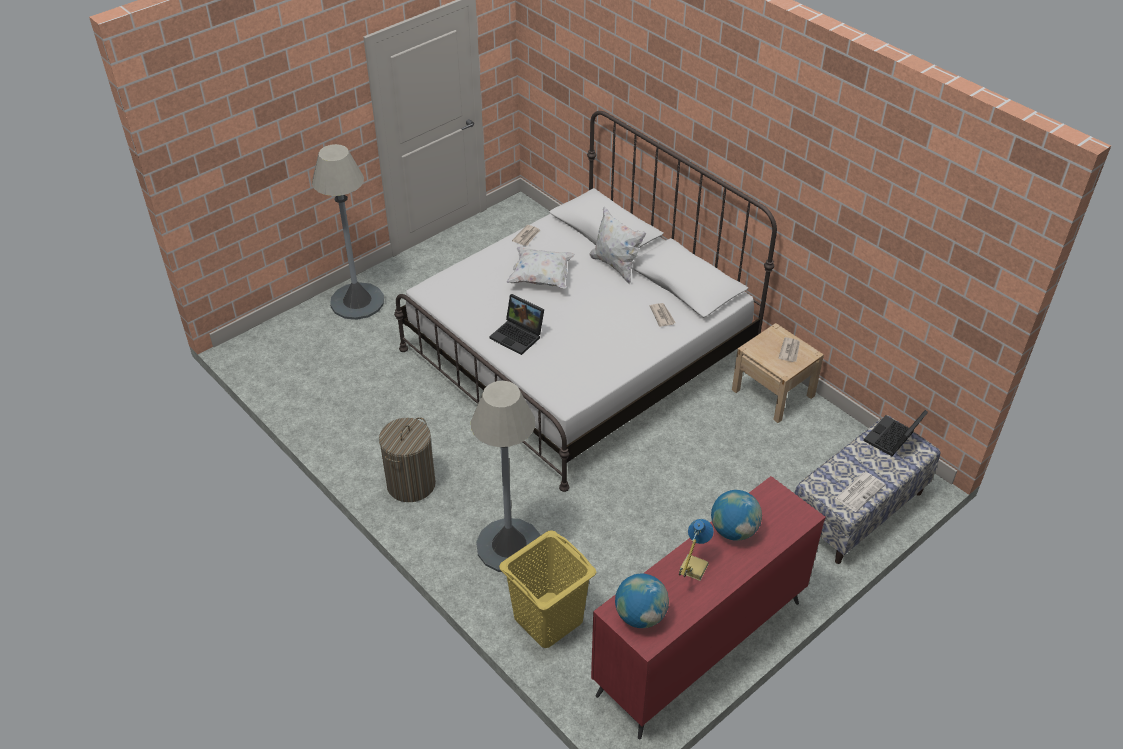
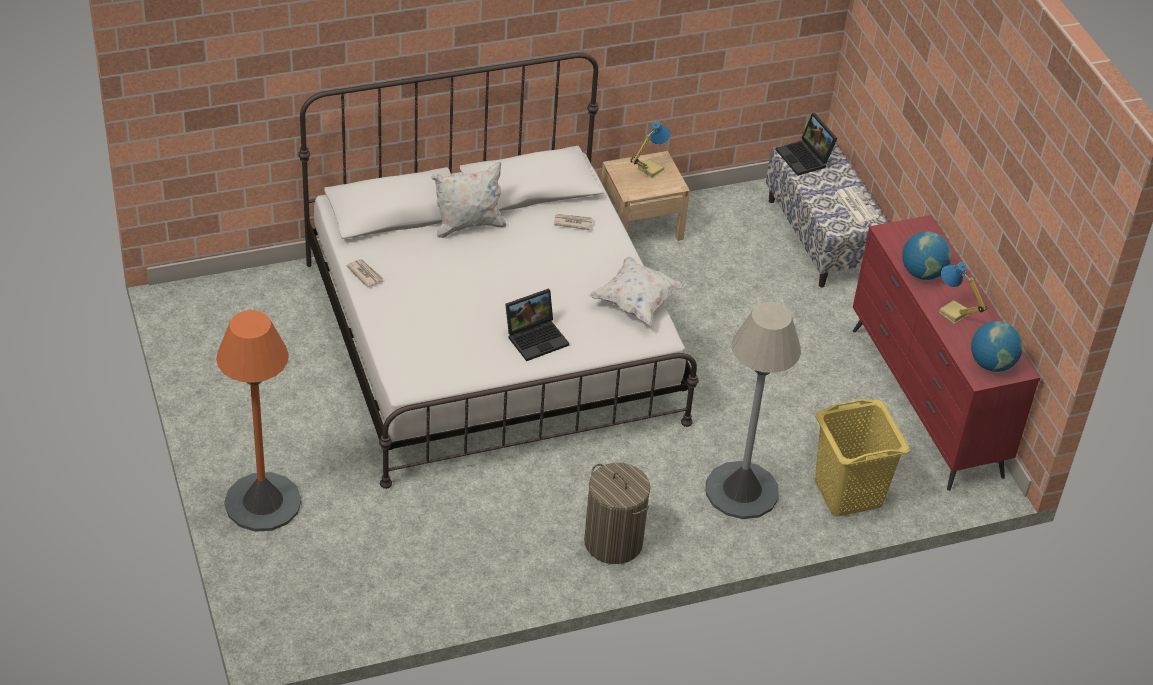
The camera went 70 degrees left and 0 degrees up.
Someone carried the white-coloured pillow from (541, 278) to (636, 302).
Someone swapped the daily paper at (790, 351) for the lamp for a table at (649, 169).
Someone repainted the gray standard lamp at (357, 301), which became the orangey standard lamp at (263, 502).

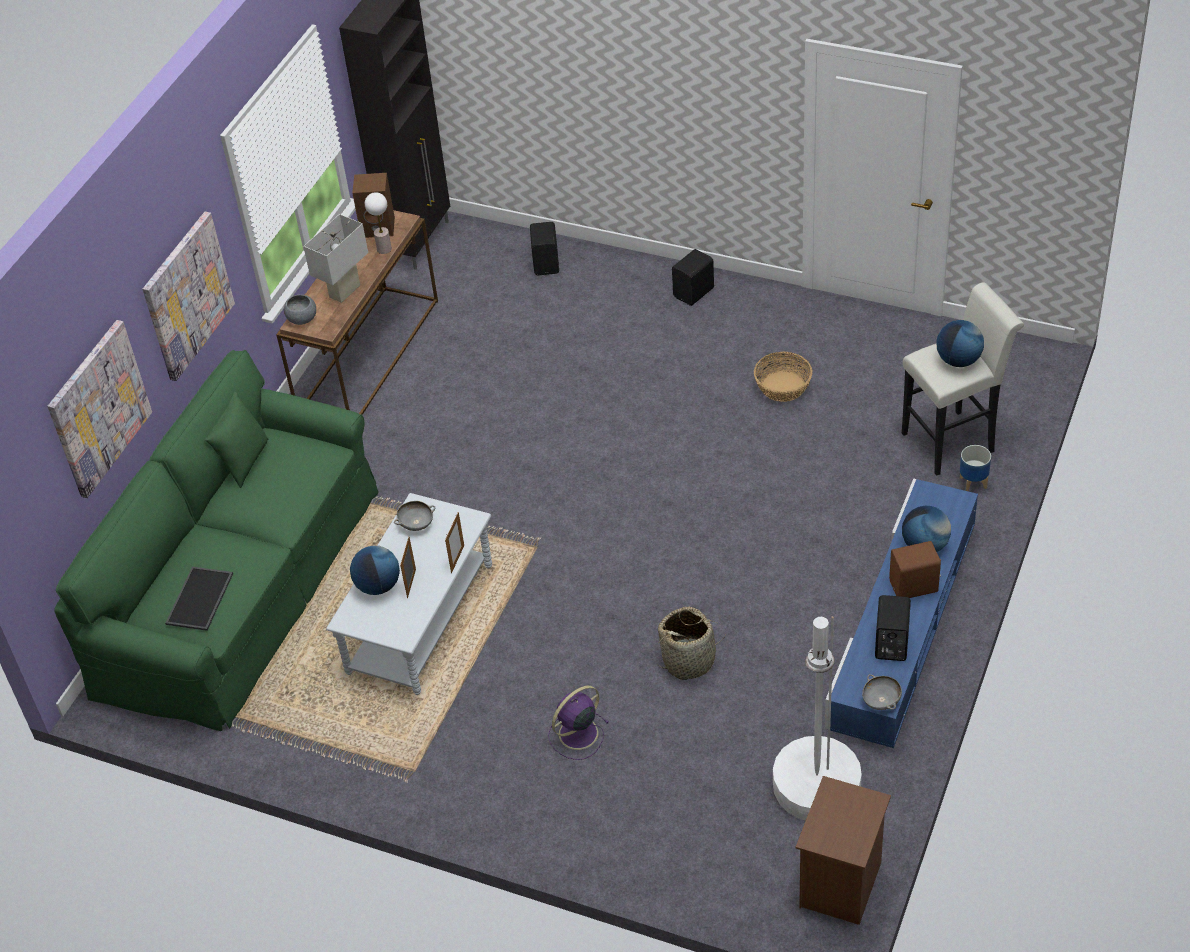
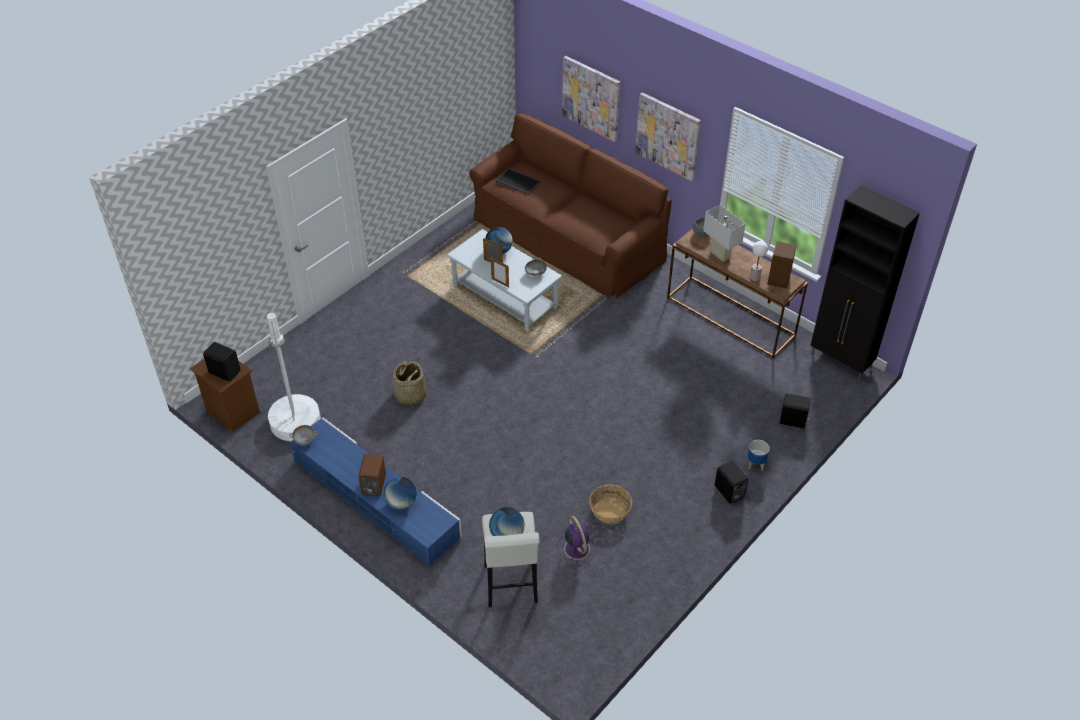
The camera went 105 degrees right and 0 degrees up.
Someone took away the greenish pillow at (244, 462).
Someone carried the purple fan from (577, 734) to (576, 548).
Someone carried the blackish speaker from (890, 644) to (225, 371).
Someone carried the plant pot from (973, 483) to (755, 464).
Someone repainted the greenish couch at (241, 587), which became the brownish couch at (566, 237).

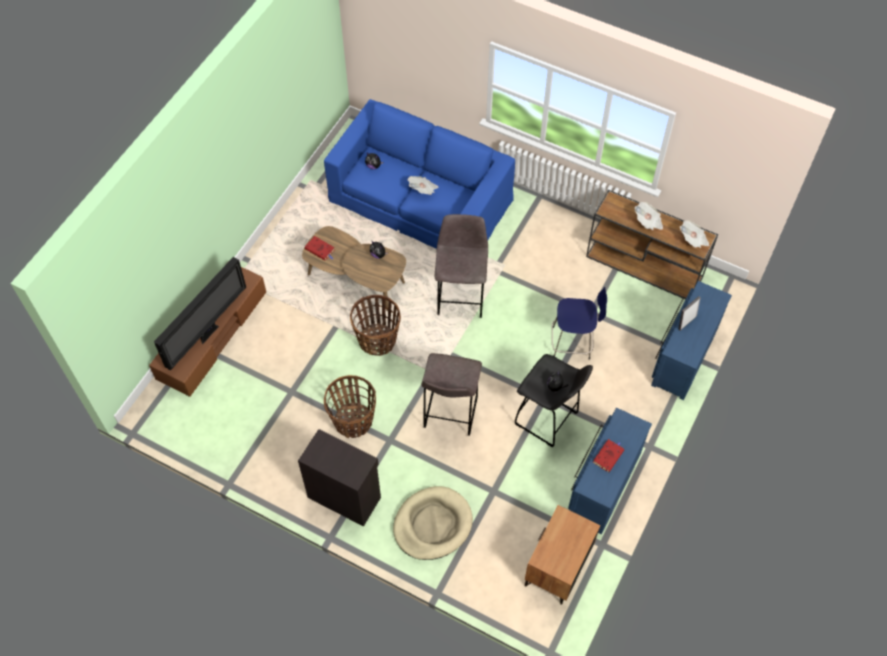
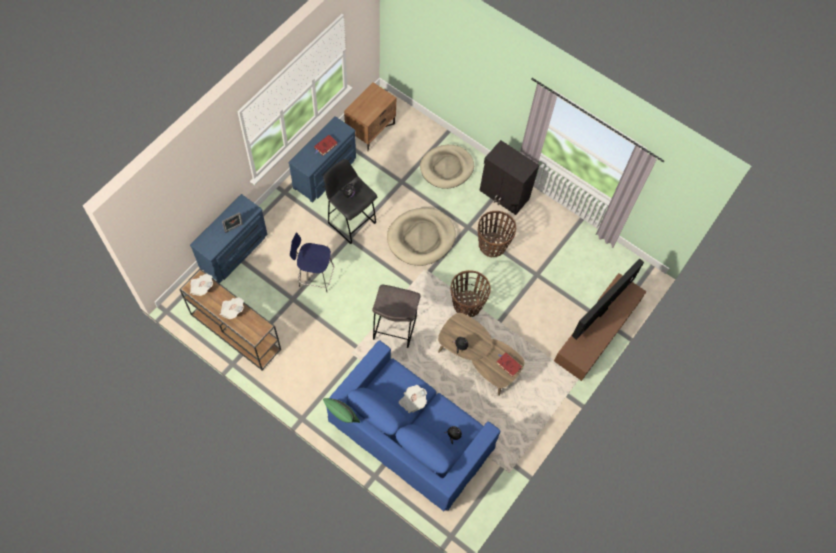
The camera went 175 degrees left and 5 degrees up.
Someone put down the greenish pillow at (342, 416).
Someone swapped the gray sitting stool at (450, 414) for the beige dog bed at (421, 238).

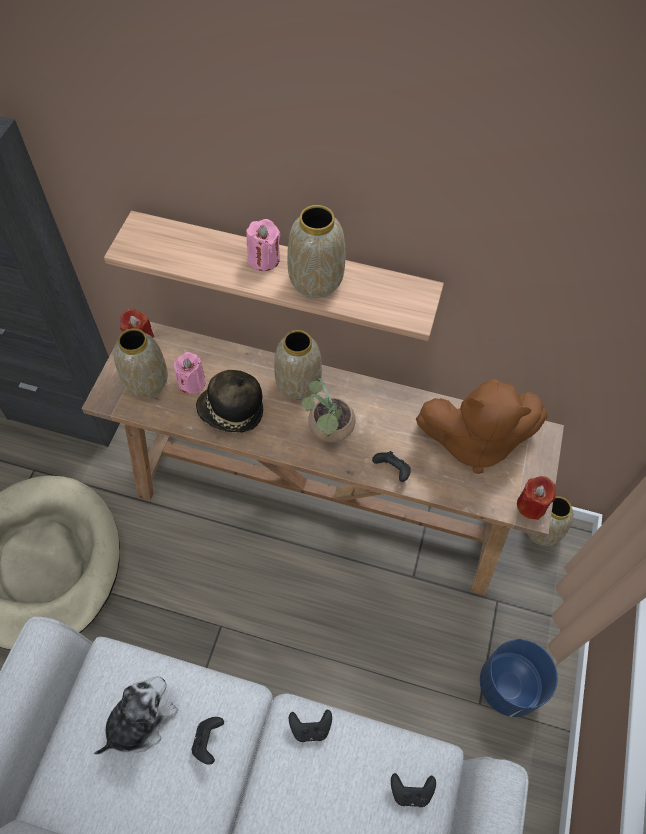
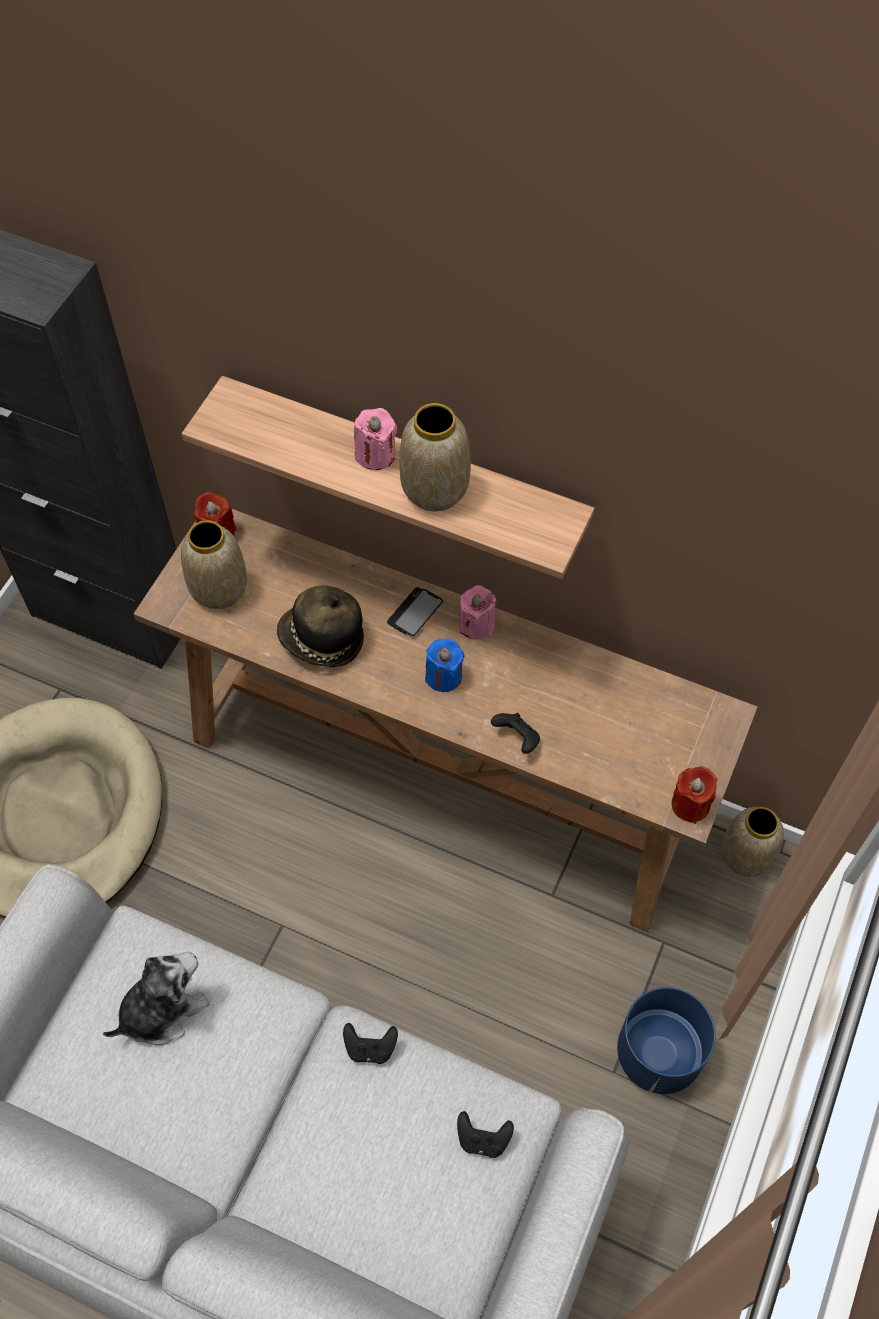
The camera went 10 degrees right and 0 degrees up.
Someone took away the blackish gamepad at (208, 741).
Someone took away the brownish cuddly toy at (473, 441).
Someone carried the pink wax light from (192, 382) to (476, 625).
Someone swapped the decorative vase at (299, 384) for the handset at (415, 612).
Someone swapped the plant in a pot at (328, 429) for the blue-coloured wax light at (443, 676).

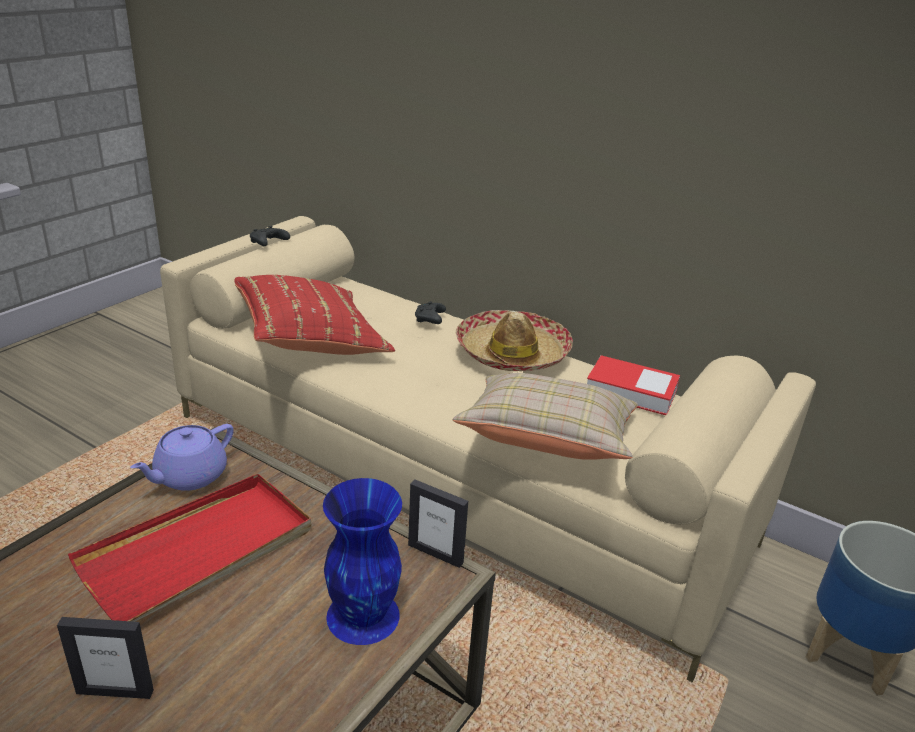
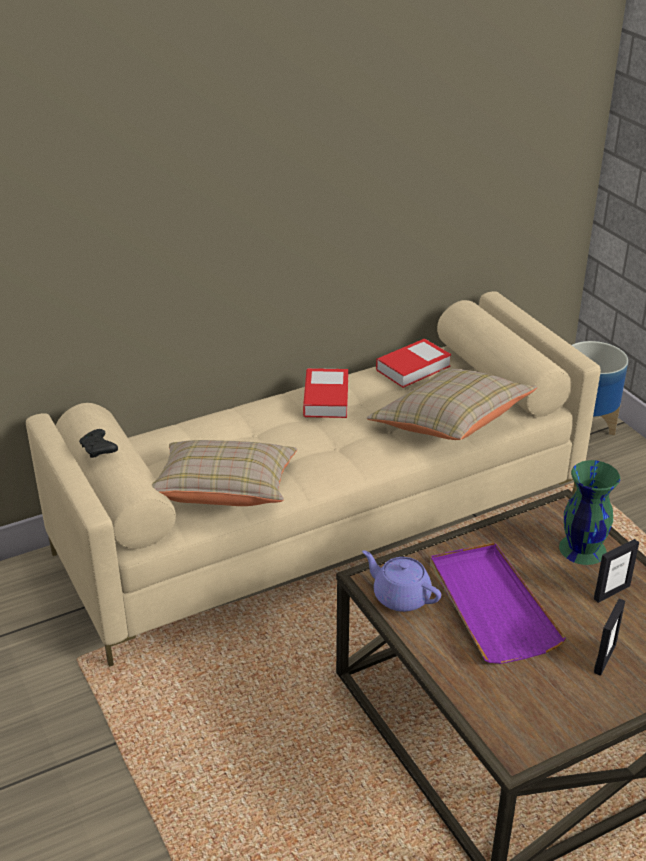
The camera went 60 degrees left and 5 degrees up.
Someone took away the blackish gamepad at (430, 320).
Someone carried the photo frame from (435, 553) to (611, 592).
Someone swapped the hat at (511, 353) for the book at (326, 398).
Someone repainted the red tray at (199, 551), which became the purple tray at (491, 605).
Someone repainted the red pillow at (310, 340), which became the beige pillow at (225, 493).
Someone repainted the blue-coloured decorative vase at (363, 614), which became the greenish decorative vase at (581, 548).
Someone rotated the purple pot for tea at (189, 476) by 150 degrees clockwise.

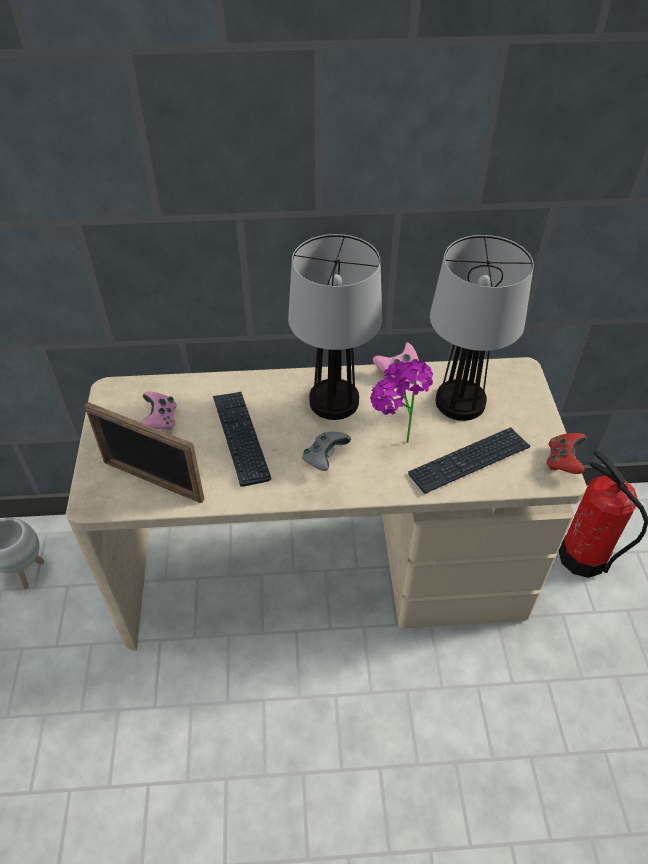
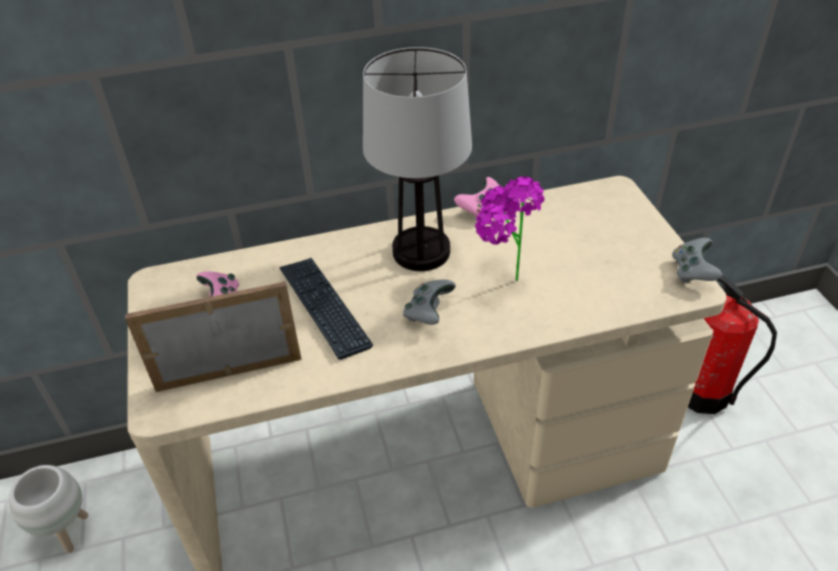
The camera went 10 degrees left and 5 degrees down.
Someone took away the keyboard at (469, 461).
Someone took away the lamp for a table at (460, 403).
Someone repainted the red gamepad at (563, 461), which became the gray gamepad at (692, 272).
Someone rotated the photo frame at (152, 481) by 150 degrees clockwise.

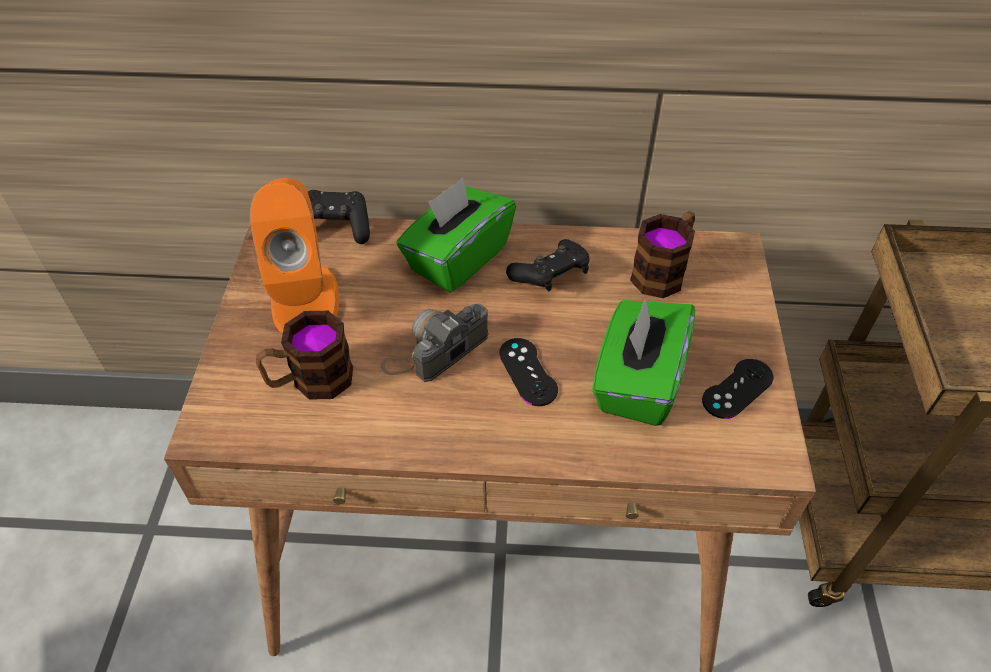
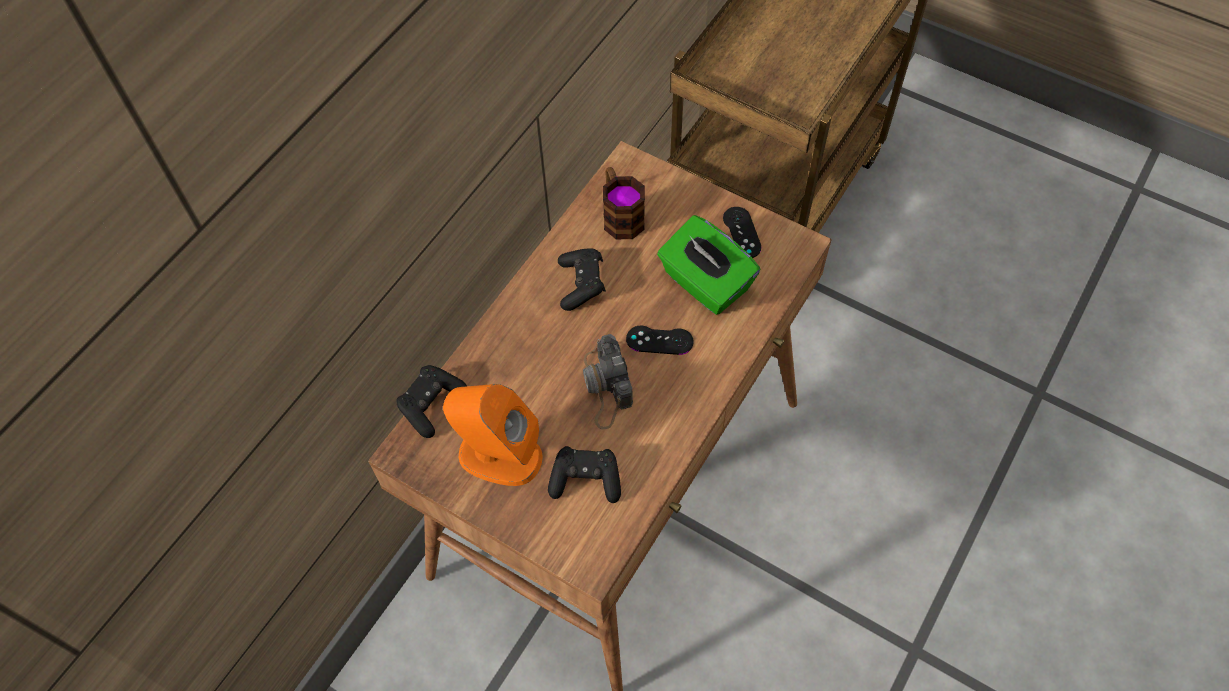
The camera went 60 degrees left and 10 degrees up.
Someone took away the greenish tissue holder at (457, 258).
Someone swapped the mug at (310, 380) for the blackish gamepad at (586, 479).

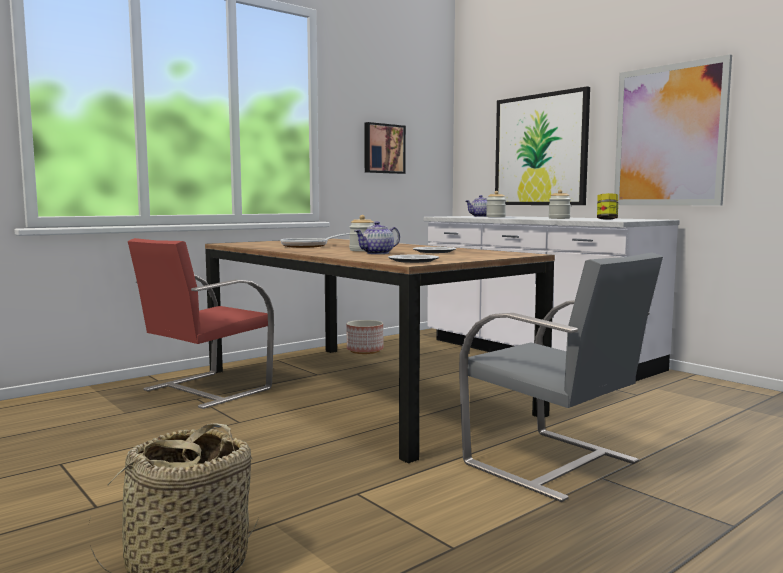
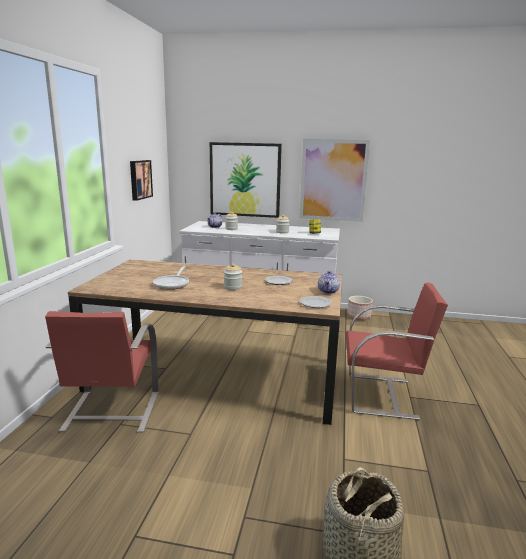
The camera went 40 degrees left and 10 degrees up.
Someone carried the plant pot from (365, 350) to (359, 316).
Someone carried the pot for tea from (377, 253) to (328, 291).
Someone repainted the gray chair at (553, 463), which became the red chair at (383, 396).

